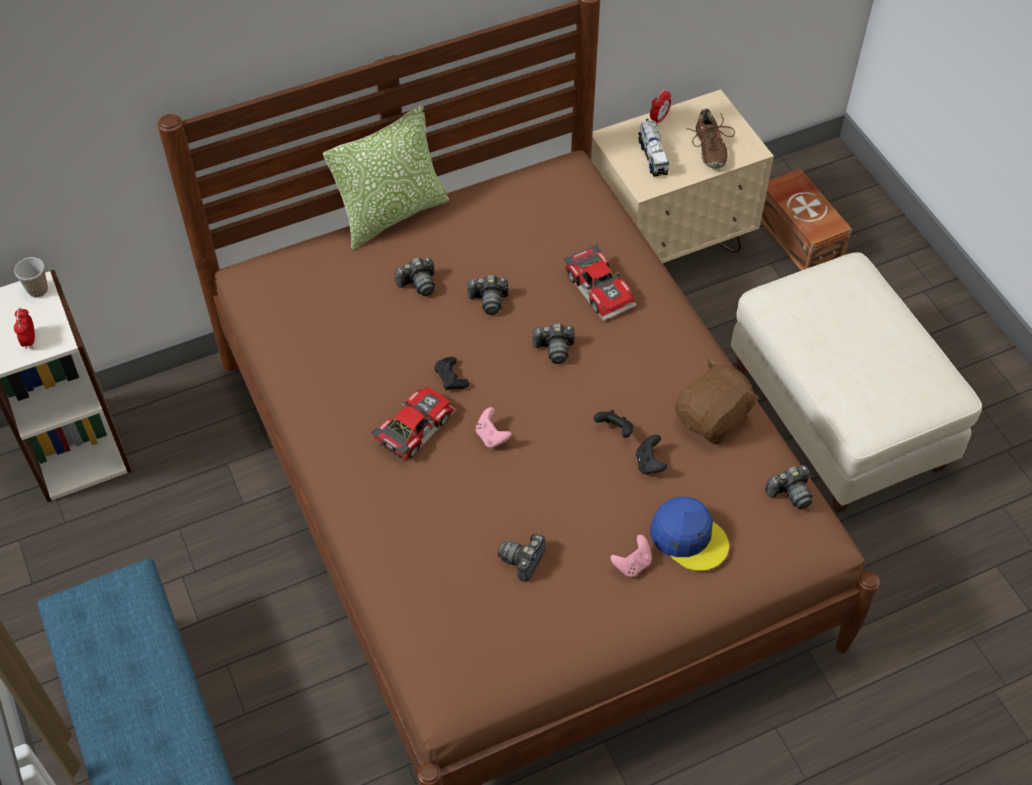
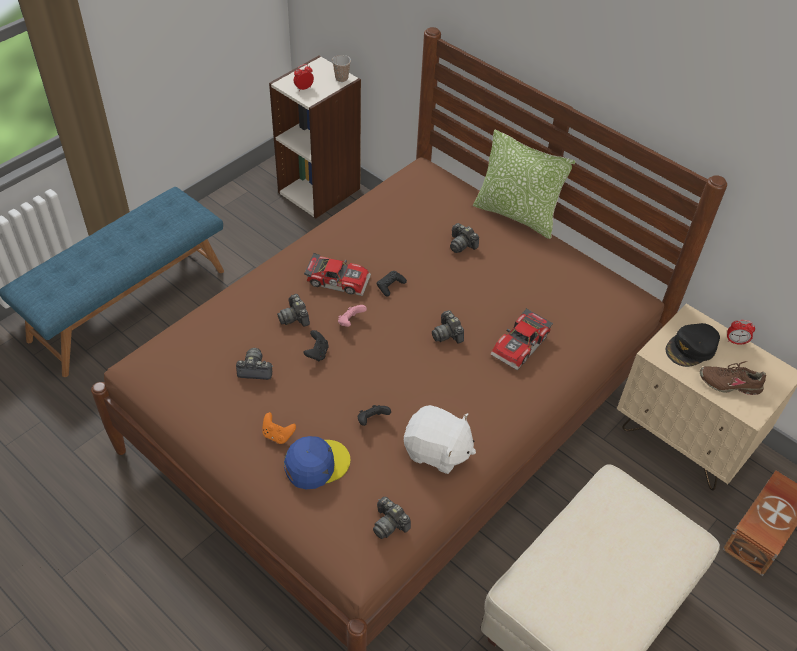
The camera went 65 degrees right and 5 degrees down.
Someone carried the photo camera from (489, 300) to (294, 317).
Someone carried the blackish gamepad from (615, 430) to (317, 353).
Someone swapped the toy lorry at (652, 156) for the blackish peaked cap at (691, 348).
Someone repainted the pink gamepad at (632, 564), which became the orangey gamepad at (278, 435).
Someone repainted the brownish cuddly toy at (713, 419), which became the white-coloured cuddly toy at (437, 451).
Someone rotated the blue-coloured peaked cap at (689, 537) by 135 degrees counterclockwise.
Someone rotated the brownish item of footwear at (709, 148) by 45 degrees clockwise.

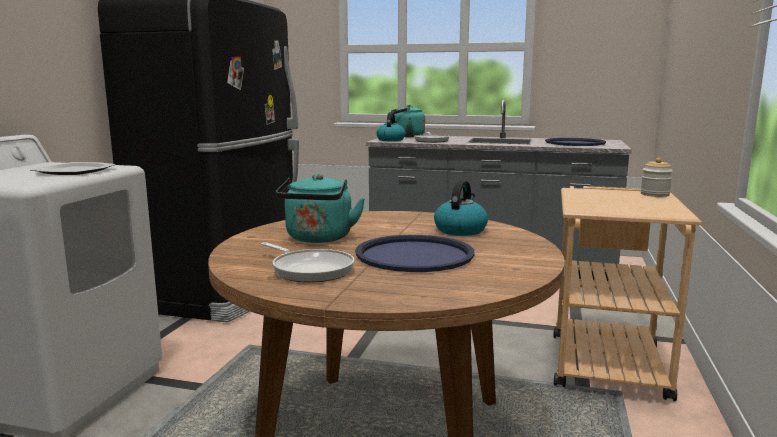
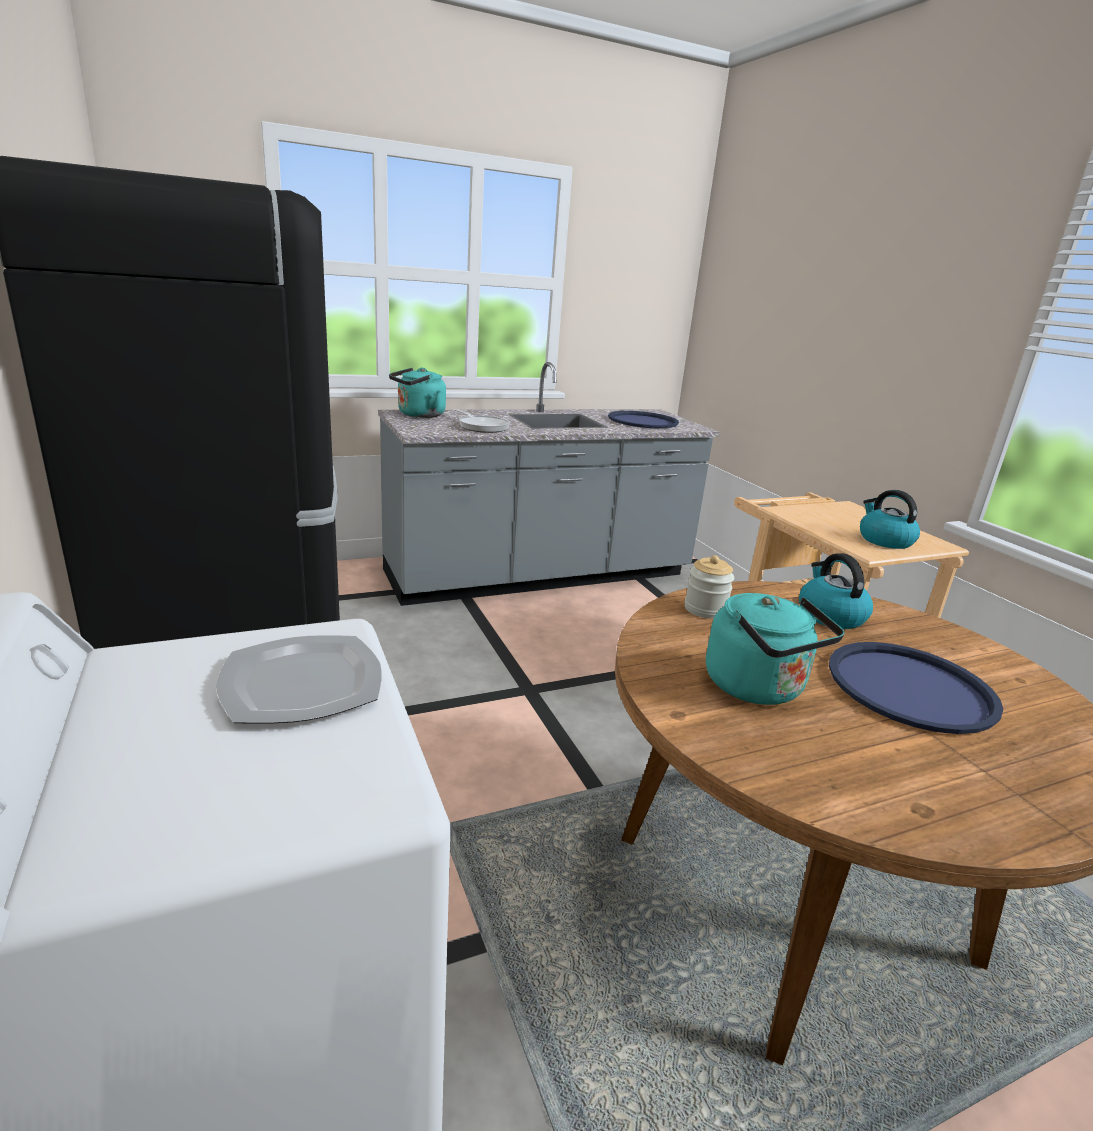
The camera went 40 degrees left and 10 degrees up.
Someone took away the skillet at (310, 269).
Someone carried the kettle from (390, 140) to (884, 540).
Someone carried the jar from (654, 194) to (705, 609).

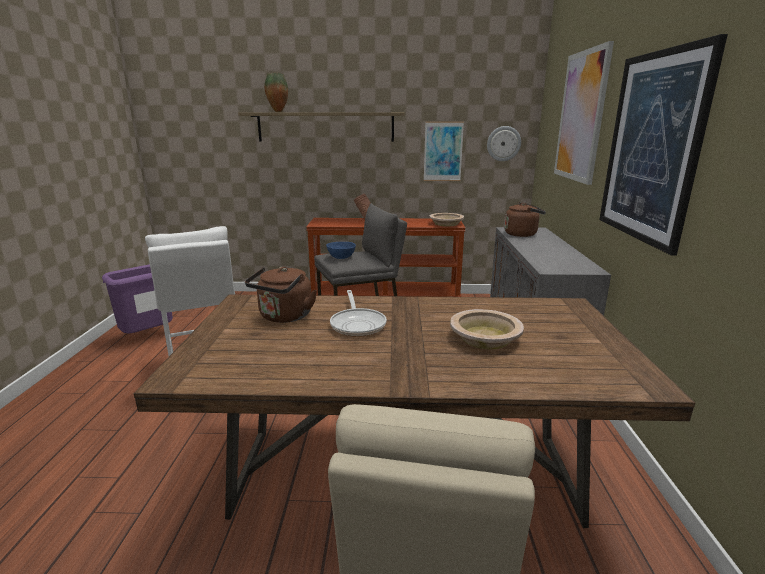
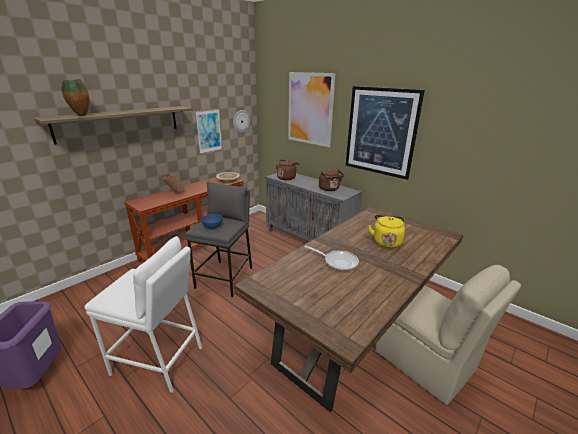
The camera went 50 degrees left and 5 degrees up.
Someone carried the brownish kettle from (284, 317) to (329, 189).
Someone swapped the beige serving bowl at (485, 338) for the yellowish kettle at (386, 241).

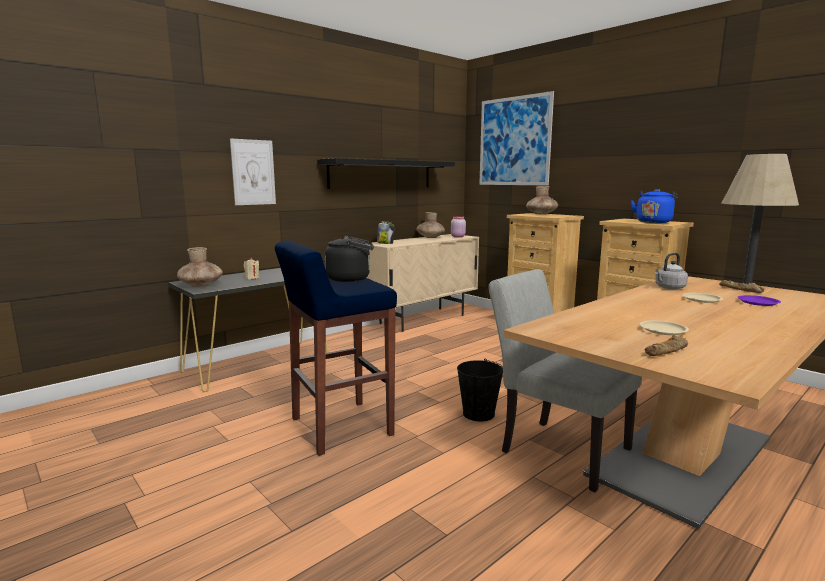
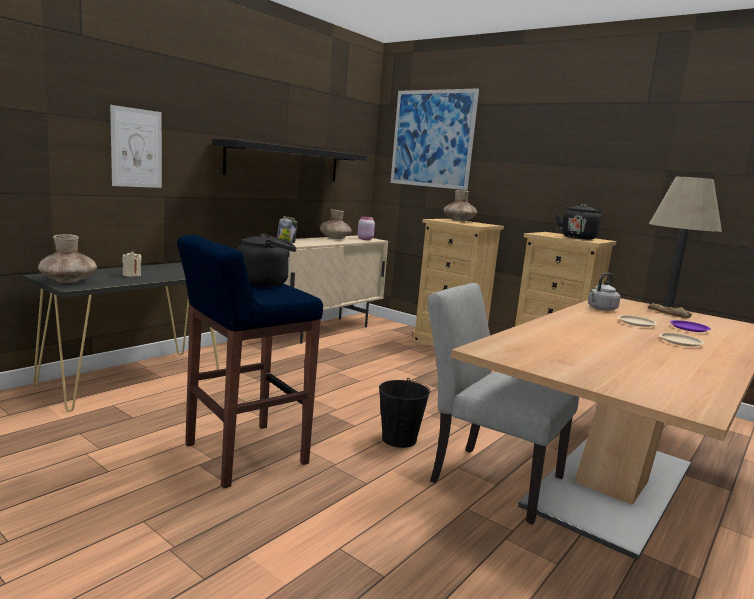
The camera went 10 degrees left and 0 degrees up.
Someone took away the bakery bread at (667, 351).
Someone carried the beige plate from (663, 330) to (680, 342).
Someone repainted the blue-coloured kettle at (653, 222), which became the blackish kettle at (578, 238).

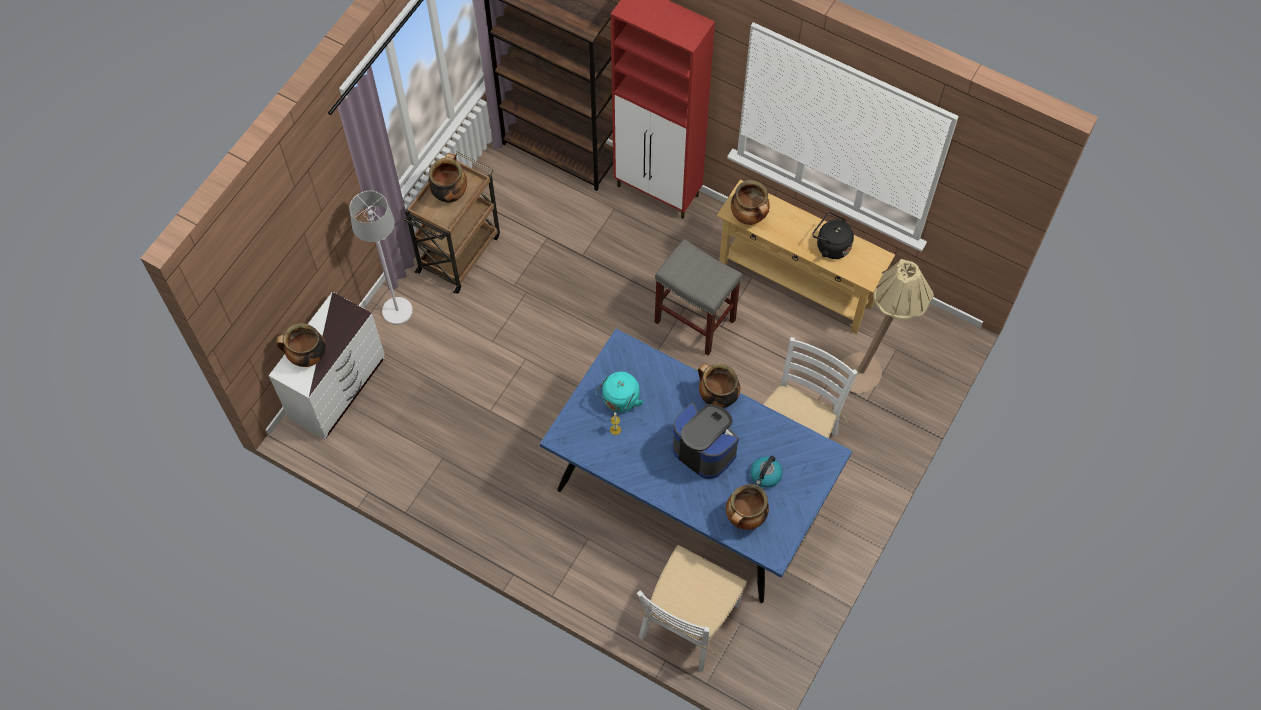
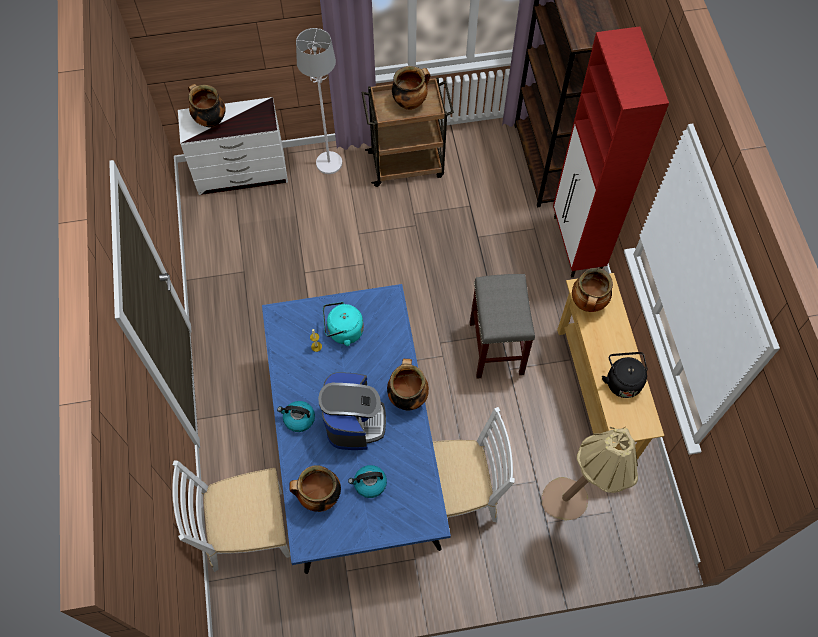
The camera went 50 degrees right and 0 degrees up.
Someone put down the kettle at (298, 419).

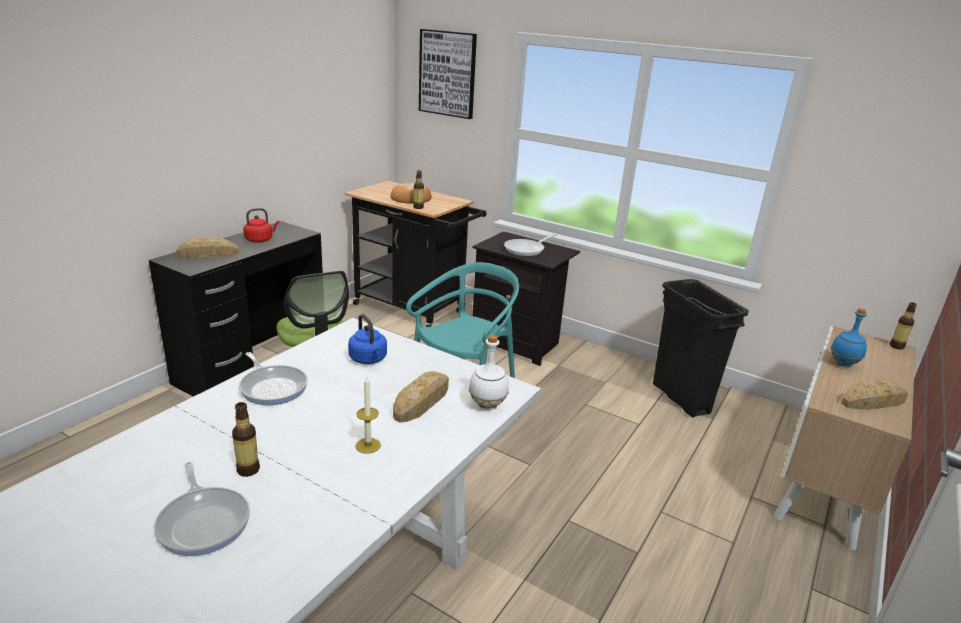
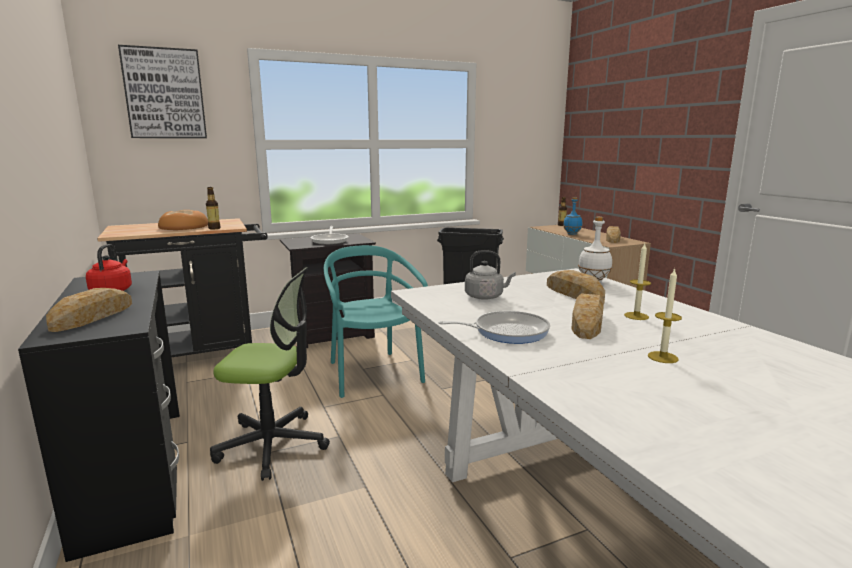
The camera went 55 degrees left and 10 degrees down.
Someone took away the skillet at (204, 521).
Someone put down the bakery bread at (587, 323).
Someone swapped the beverage bottle at (248, 470) for the wax light at (662, 357).
Someone repainted the blue-coloured kettle at (369, 359), which became the gray kettle at (486, 297).

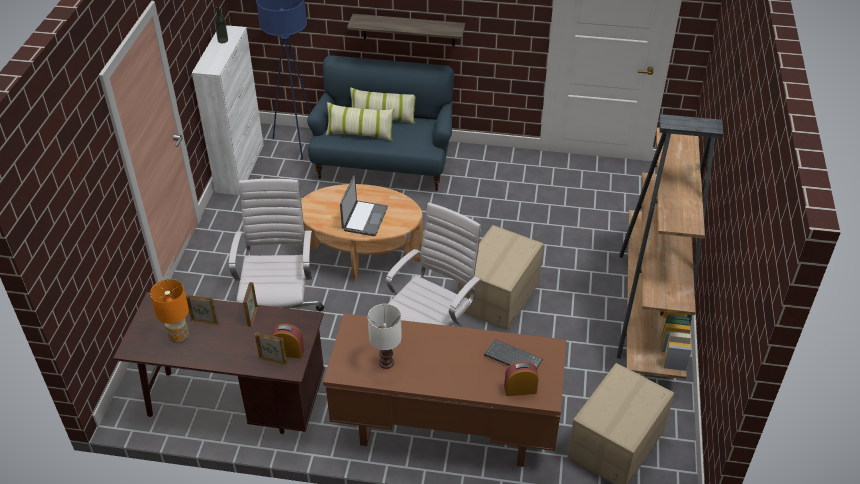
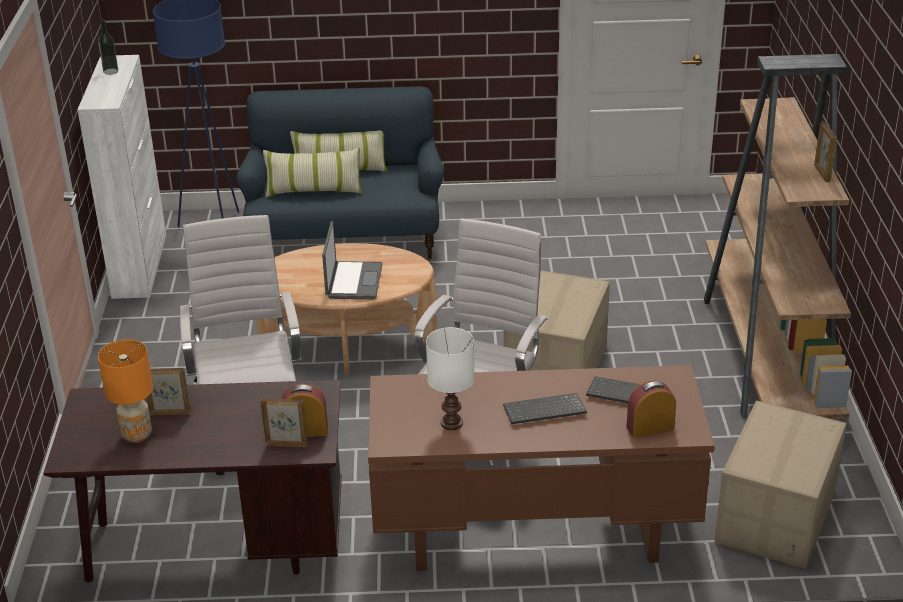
The camera went 10 degrees left and 10 degrees down.
Someone took away the shelf at (408, 30).
Someone put down the keyboard at (544, 411).
Someone carried the photo frame from (252, 316) to (821, 173).

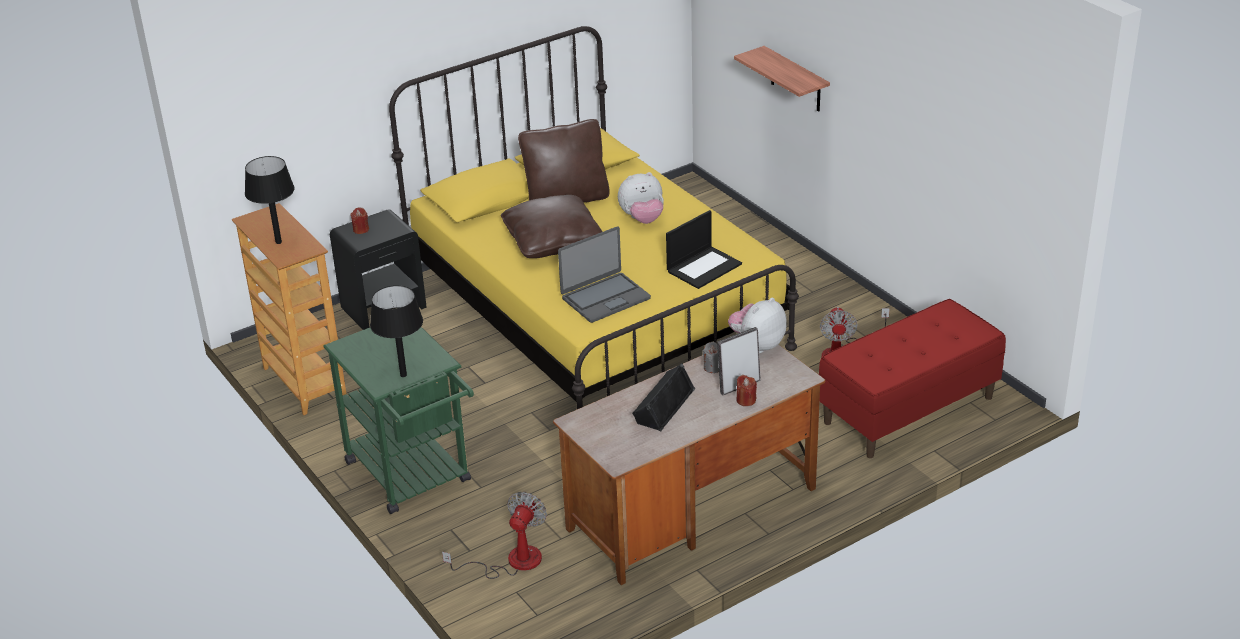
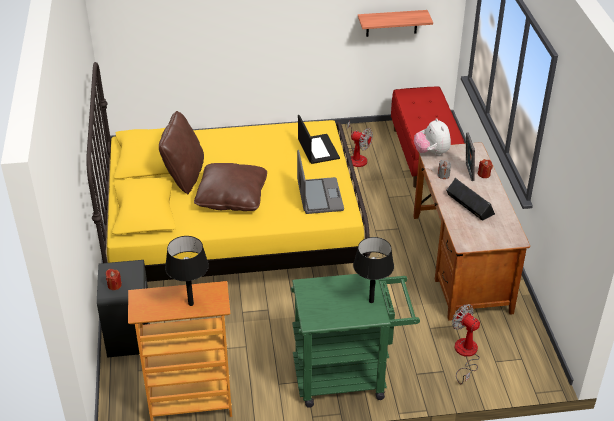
The camera went 65 degrees left and 5 degrees up.
Someone took away the cuddly toy at (642, 219).
Someone carried the shelf from (796, 80) to (391, 23).

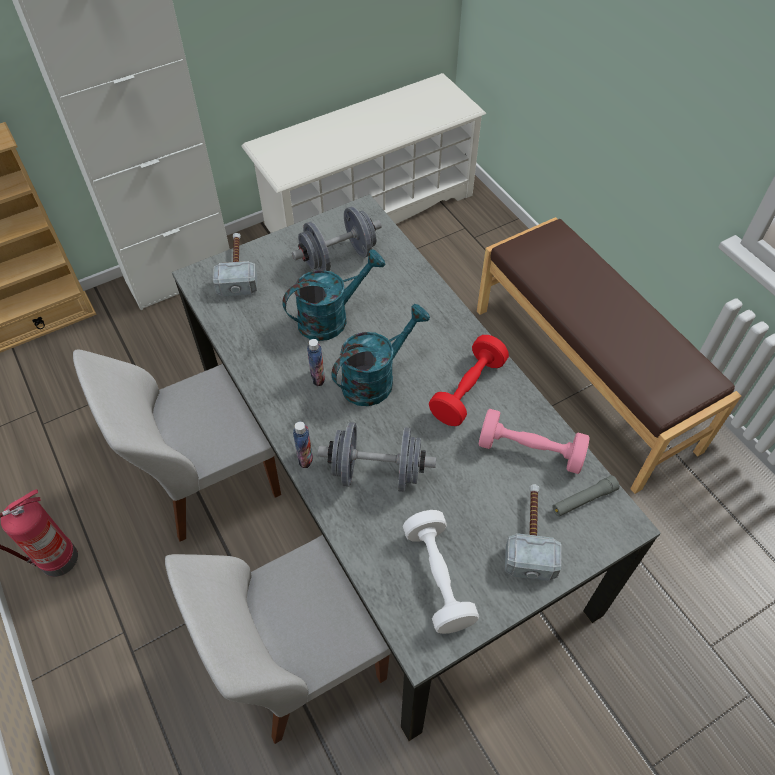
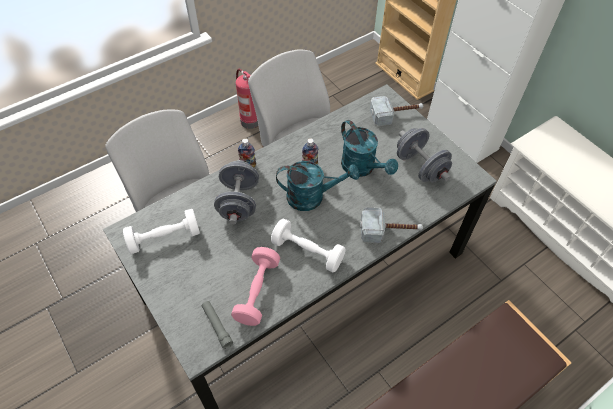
The camera went 85 degrees right and 0 degrees up.
Someone carried the tool hammer from (531, 535) to (390, 231).
Someone repainted the red dumbbell at (467, 390), which became the white-coloured dumbbell at (307, 252).
Someone rotated the blue-green watering pot at (375, 378) by 45 degrees counterclockwise.

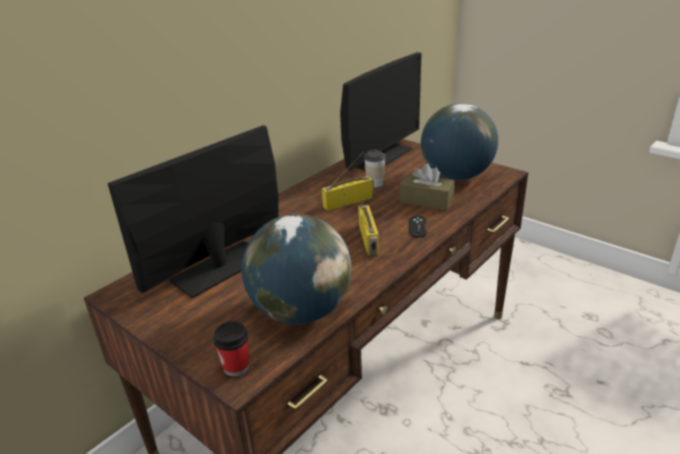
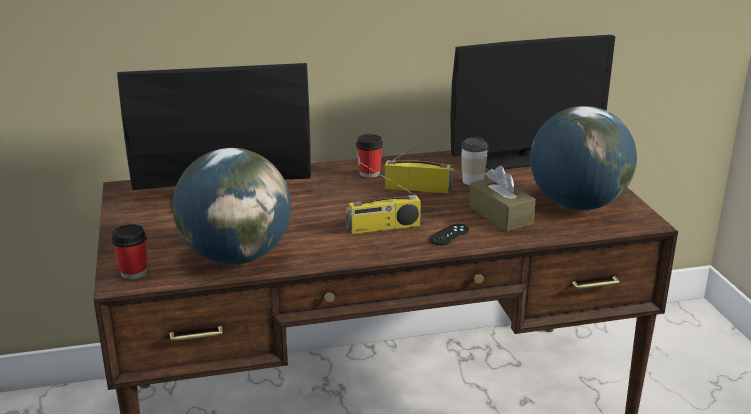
The camera went 35 degrees right and 5 degrees down.
Someone put down the drinking cup at (369, 173).
Someone rotated the radio receiver at (369, 239) by 45 degrees clockwise.

